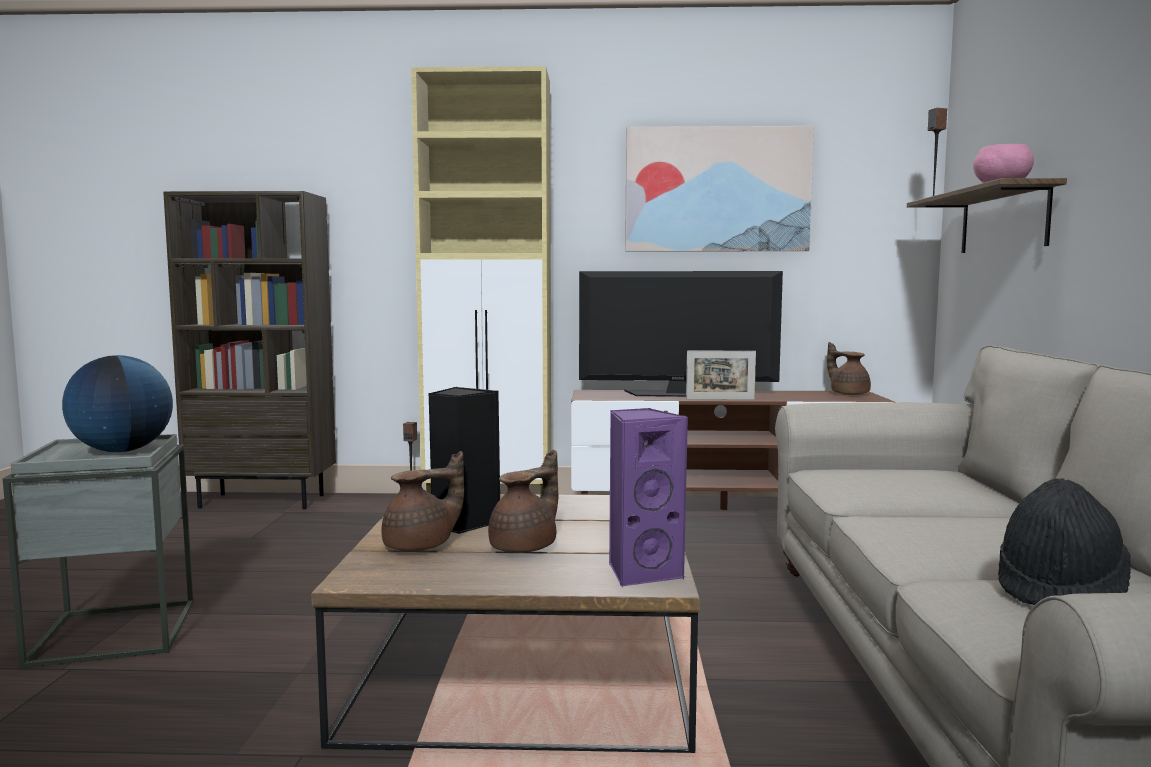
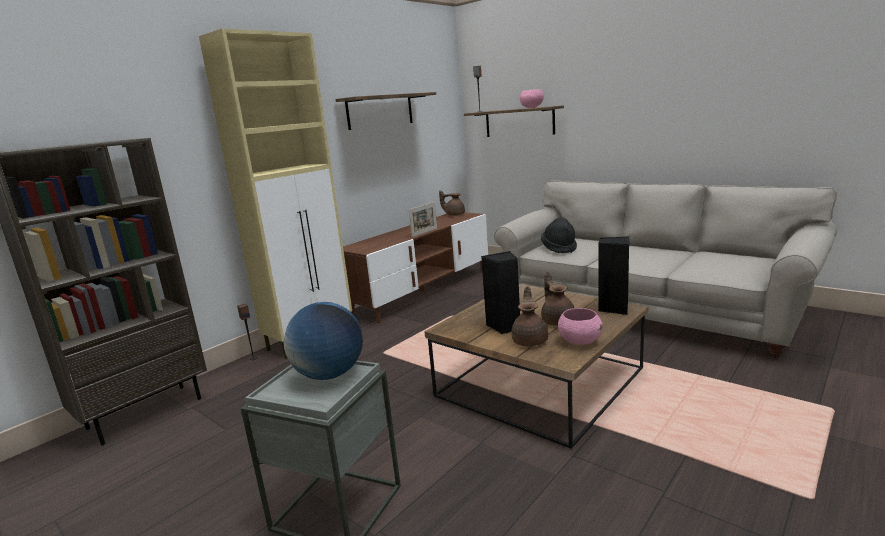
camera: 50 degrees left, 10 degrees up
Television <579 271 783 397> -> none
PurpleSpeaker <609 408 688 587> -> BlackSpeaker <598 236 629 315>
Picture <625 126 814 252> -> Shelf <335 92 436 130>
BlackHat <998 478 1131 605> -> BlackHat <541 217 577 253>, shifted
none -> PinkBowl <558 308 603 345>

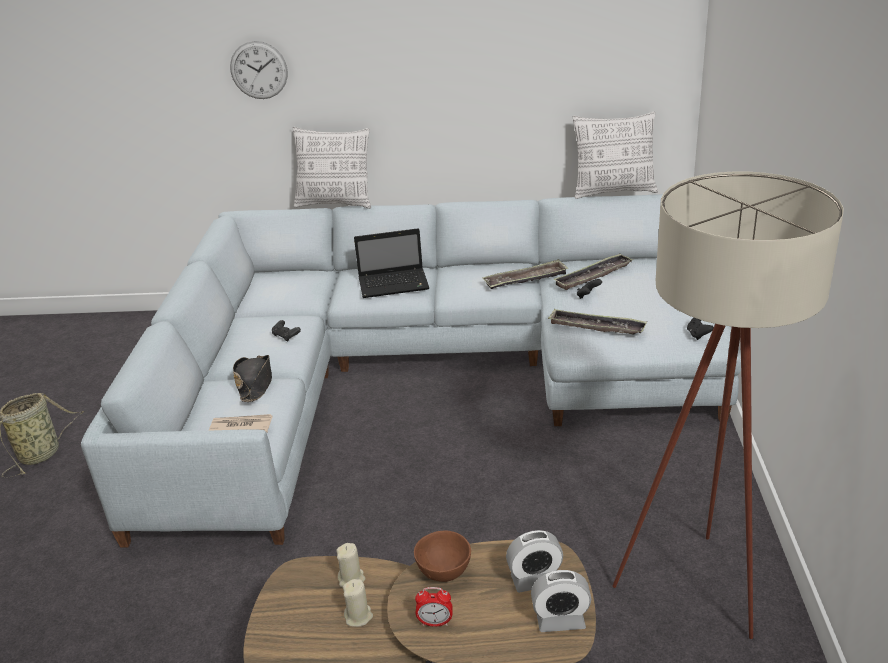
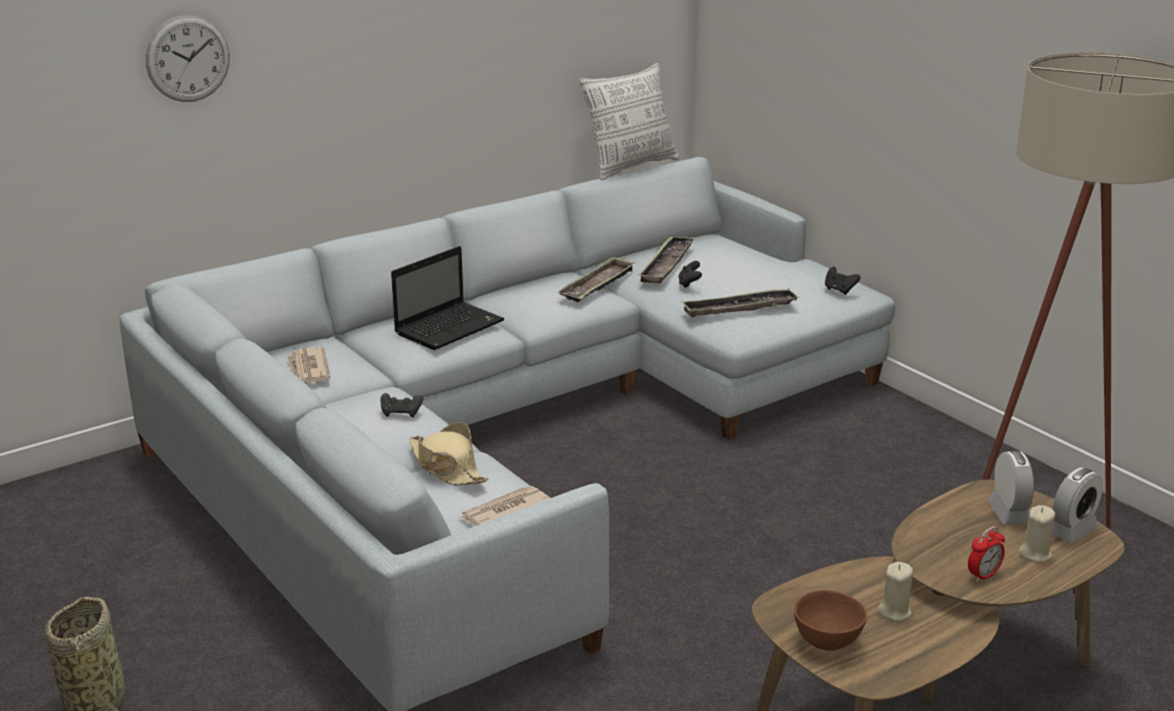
camera: 40 degrees left, 5 degrees down
BlackHat <233 355 272 402> -> BeigeHat <409 422 488 486>
Pillow <292 127 371 209> -> none
BeigeCandle <337 543 365 588> -> BeigeCandle <1019 505 1055 563>, shifted
BrownBowl <414 530 471 582> -> BrownBowl <794 590 867 651>, shifted
AlarmClock <506 530 563 593> -> AlarmClock <988 451 1034 524>, 45 degrees counterclockwise
none -> Newspaper <286 347 331 384>

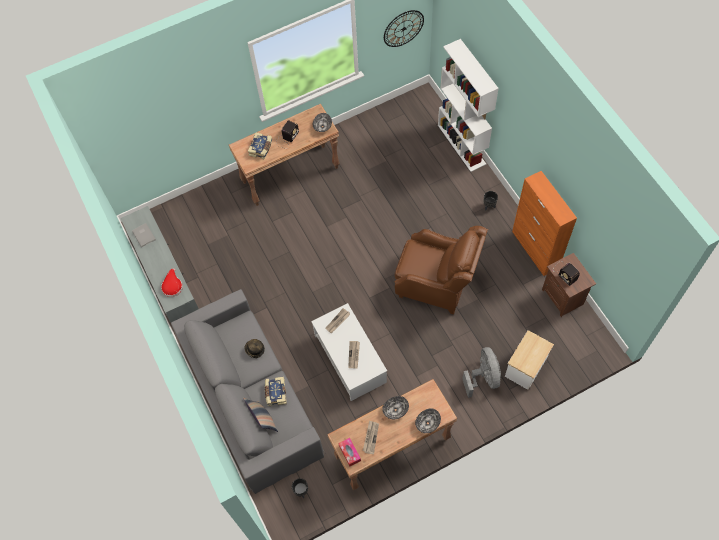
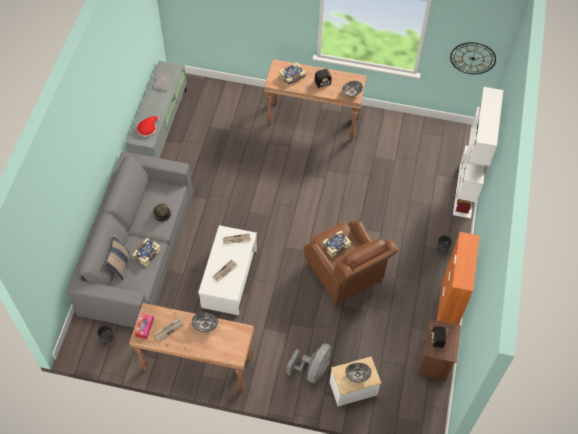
camera: 35 degrees right, 5 degrees down
Bowl <415 408 441 433> -> Bowl <345 363 371 383>, shifted
none -> Book <322 231 351 258>

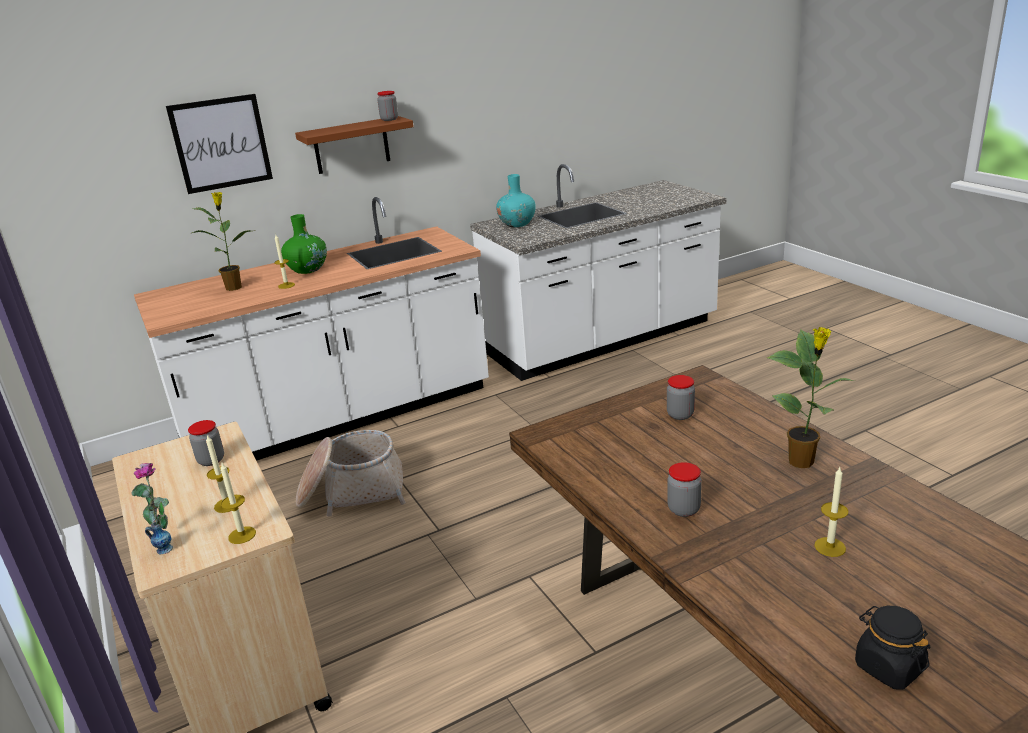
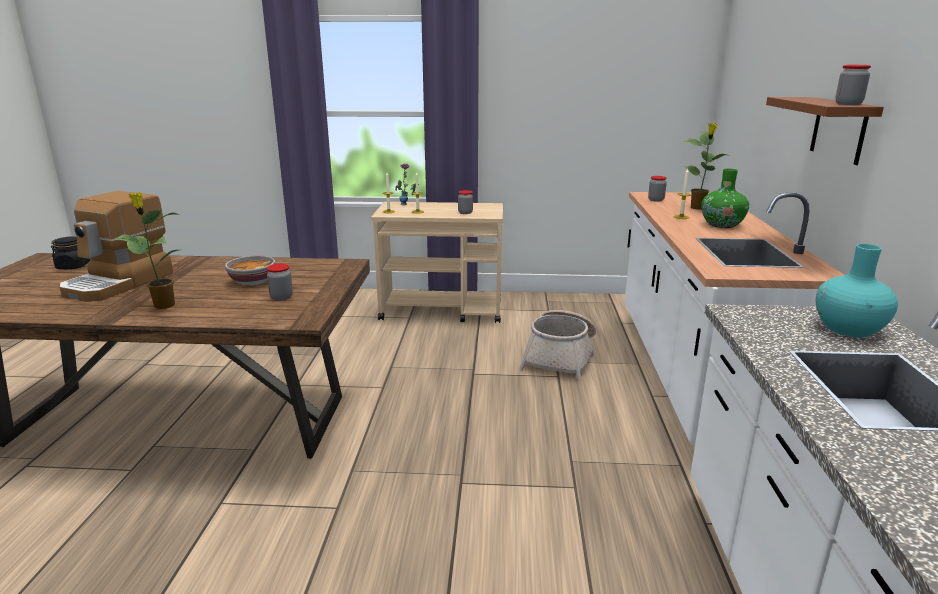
camera: 120 degrees right, 5 degrees down
Picture <166 94 273 194> -> none
Jar <667 462 702 517> -> Jar <648 176 667 202>, shifted
Candle <814 467 848 557> -> CoffeeMachine <59 191 173 302>
none -> Bowl <225 255 275 286>

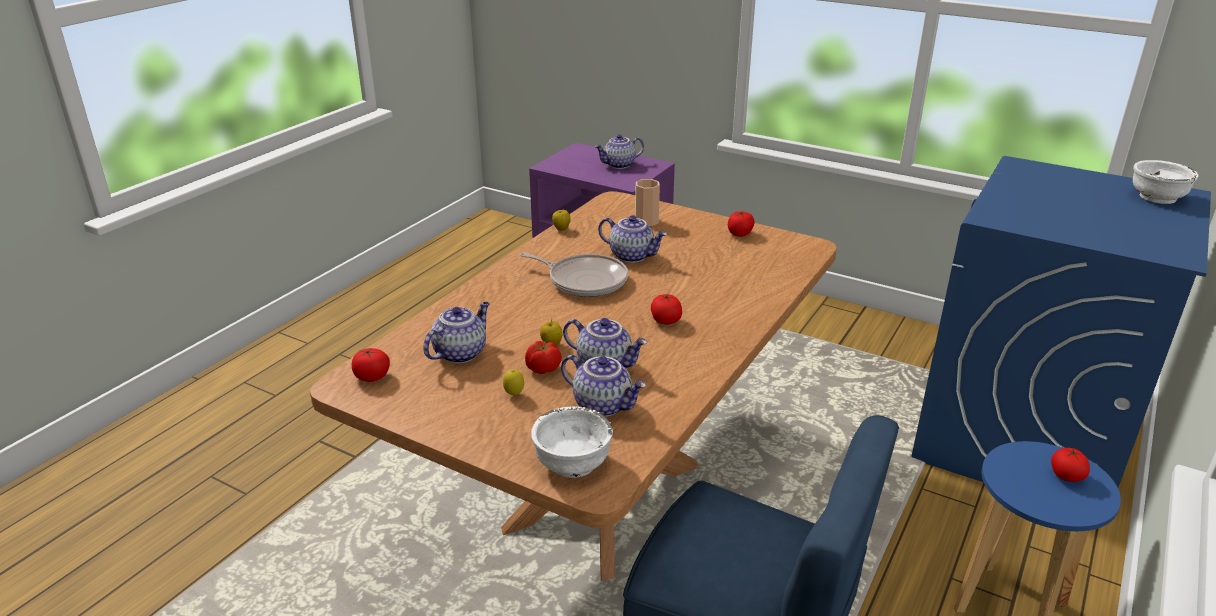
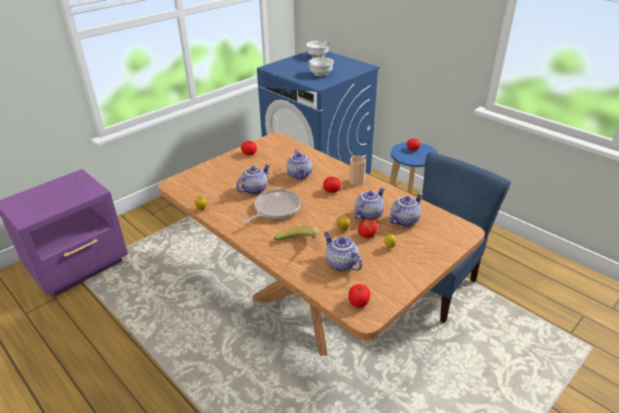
camera: 75 degrees left, 5 degrees up
WhiteBowl <531 407 613 478> -> WhiteBowl <309 57 334 76>, shifted
Teapot <594 134 644 169> -> Teapot <286 149 312 179>, shifted
Cup <635 179 660 226> -> Cup <349 155 366 186>, shifted
none -> Banana <274 226 319 240>

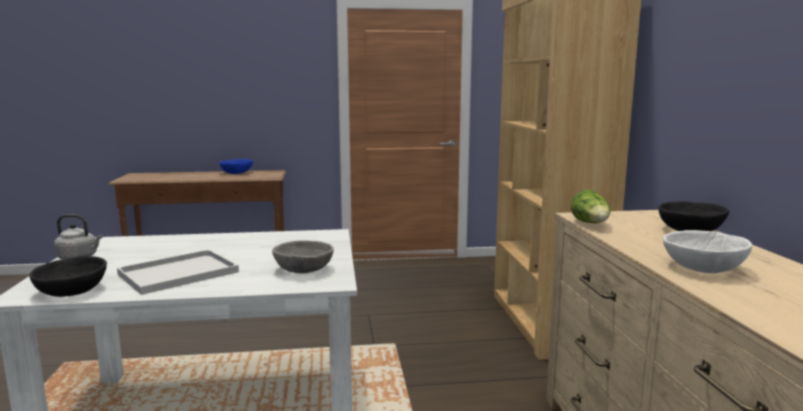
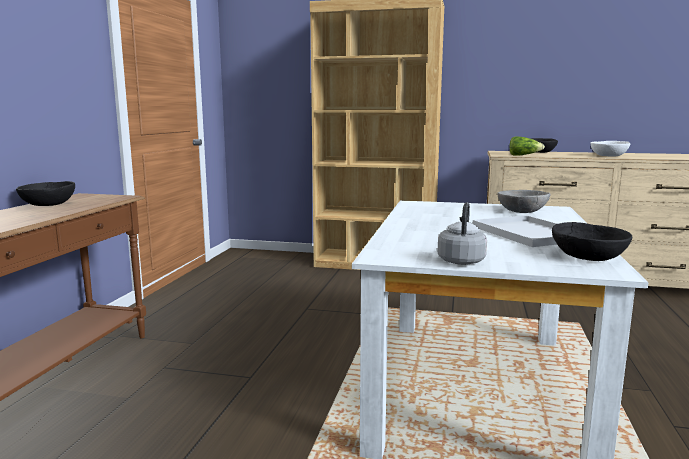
camera: 70 degrees left, 0 degrees up
BlueBowl <219 159 253 174> -> BlackBowl <16 181 75 206>

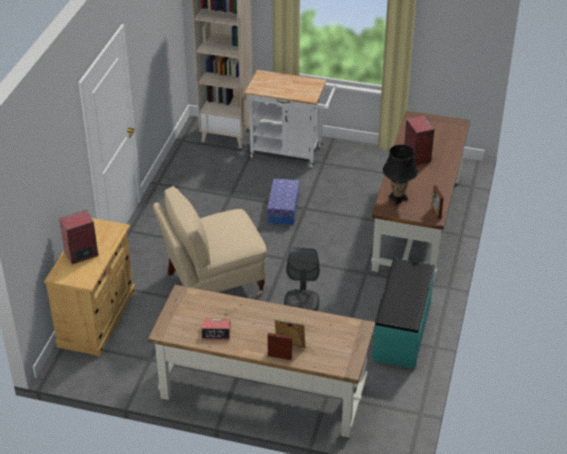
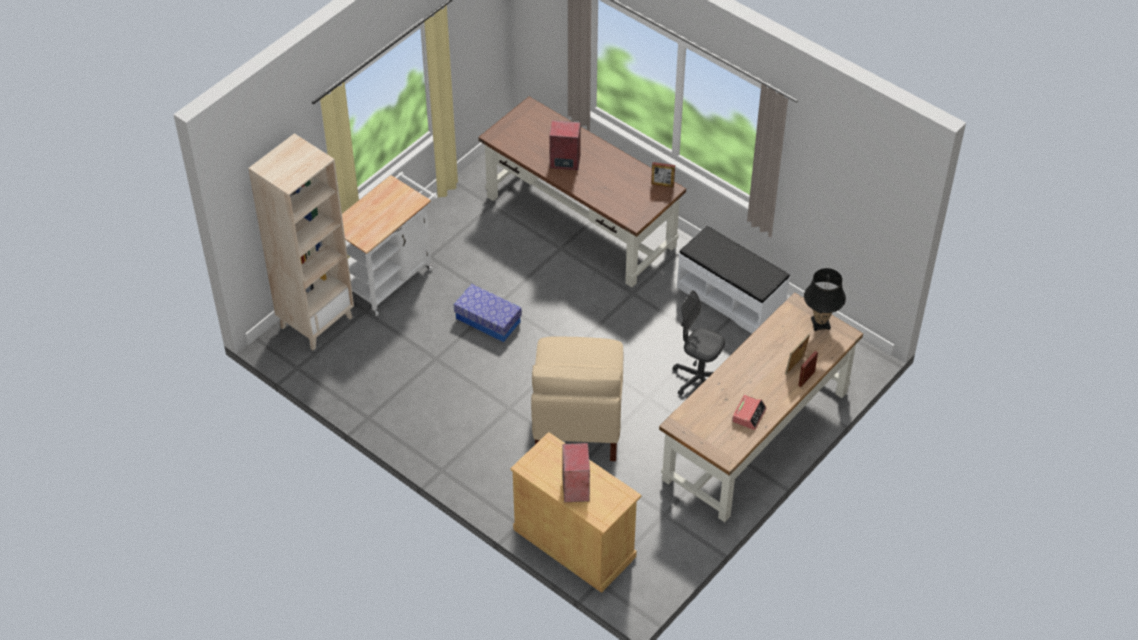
camera: 65 degrees left, 10 degrees up
TurquoiseBench <372 258 435 369> -> WhiteBench <677 226 790 334>
BlackTableLamp <383 145 418 204> -> BlackTableLamp <804 268 846 331>, shifted

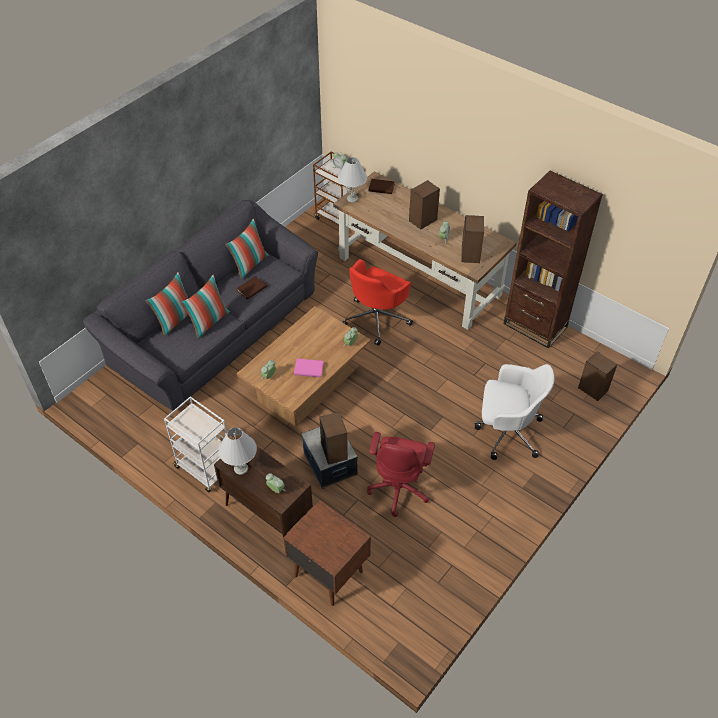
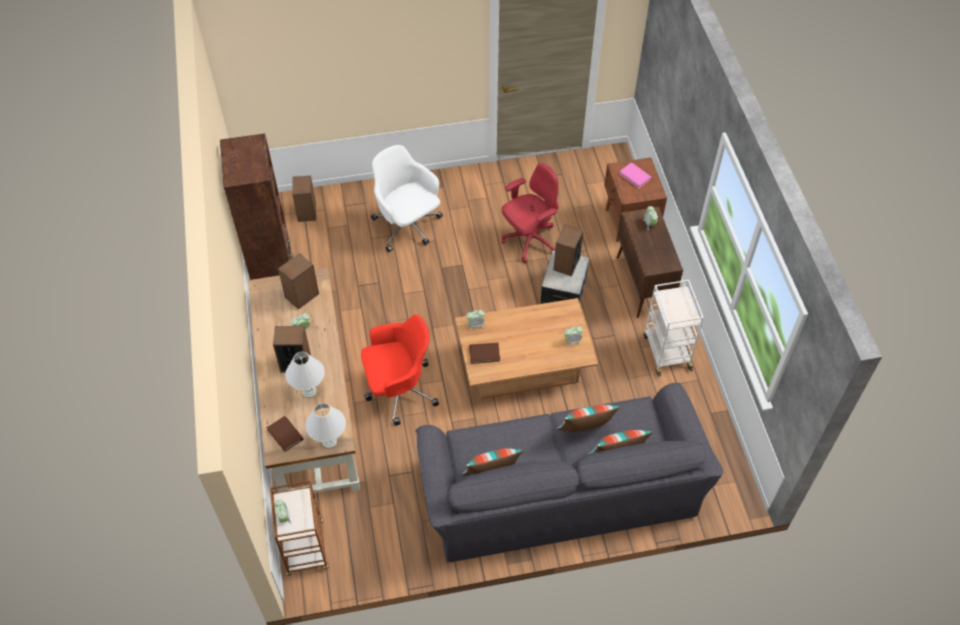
camera: 140 degrees left, 5 degrees up
WhiteTableLamp <218 427 257 475> -> WhiteTableLamp <285 352 325 398>, shifted
BrownBook <236 276 267 300> -> BrownBook <469 343 500 364>, shifted
PinkBook <294 359 324 377> -> PinkBook <619 162 651 188>, shifted

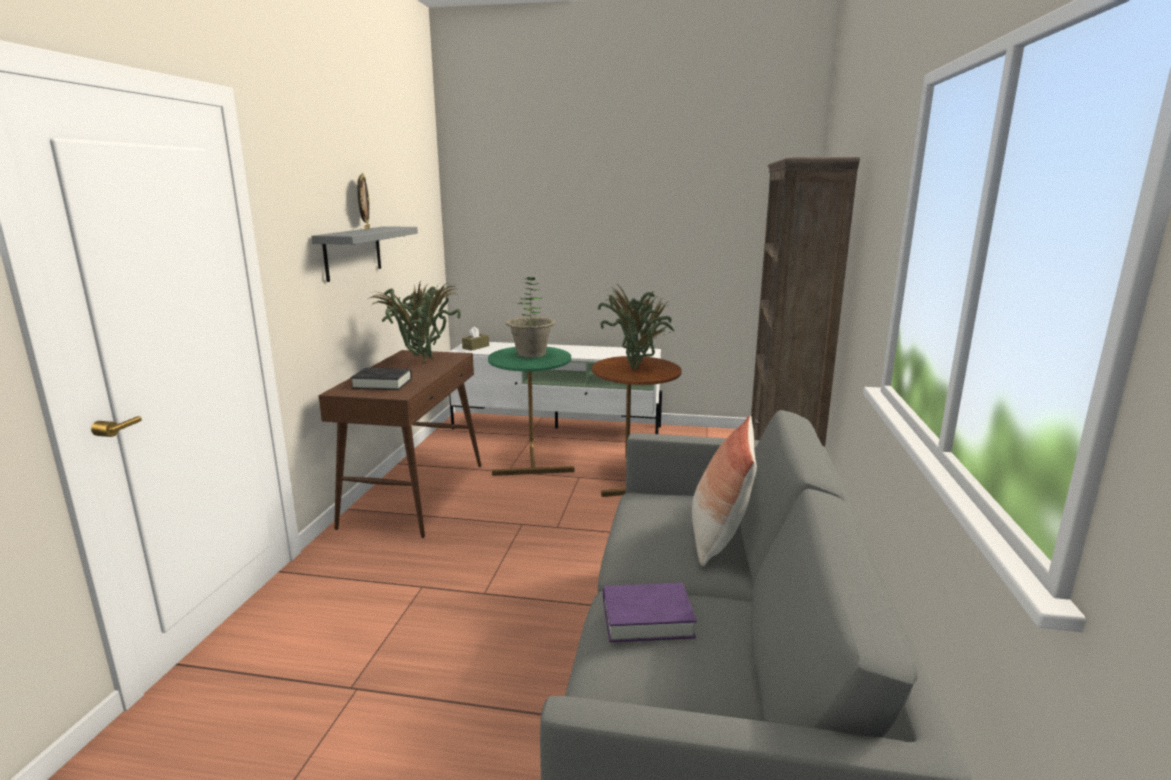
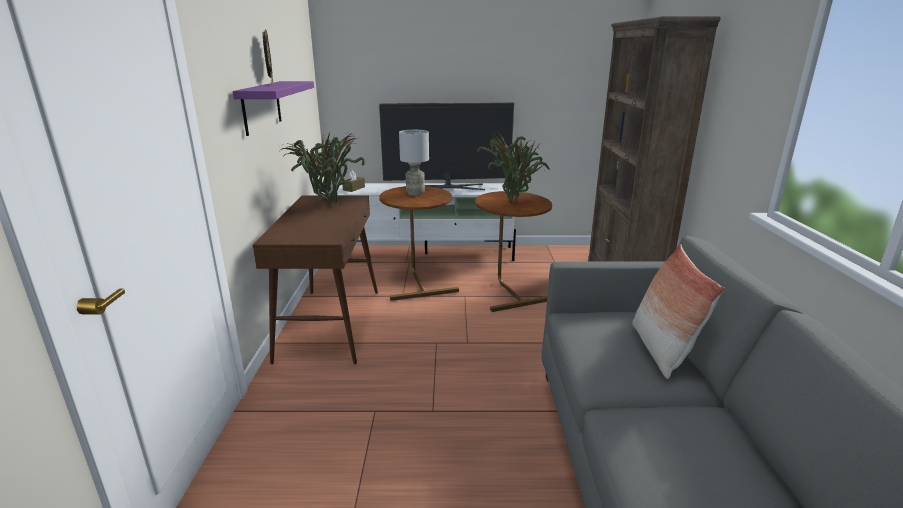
camera: 10 degrees left, 5 degrees up
GreyShelf <311 226 418 282> -> PurpleShelf <233 81 314 136>
BlackBook <350 368 412 390> -> none
GreenSideTable <488 347 574 476> -> BrownSideTable <379 186 459 301>
PottedPlant <505 277 556 358> -> GreyTableLamp <399 130 429 196>
PurpleBook <603 583 697 642> -> none
none -> Television <379 102 514 190>

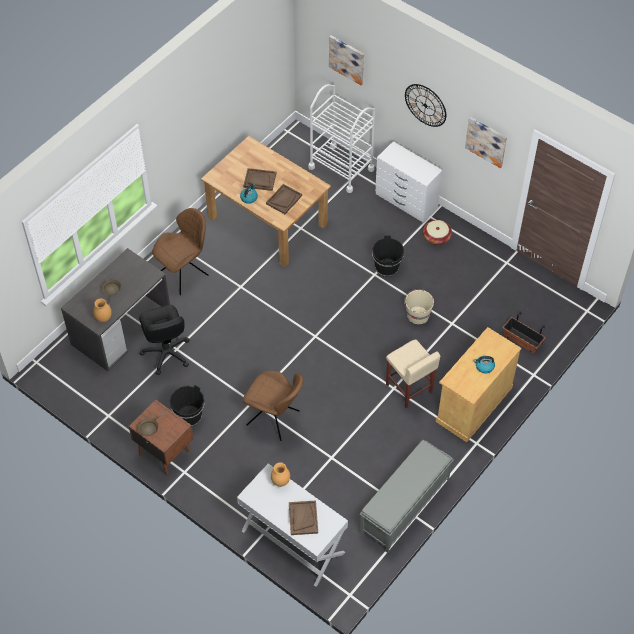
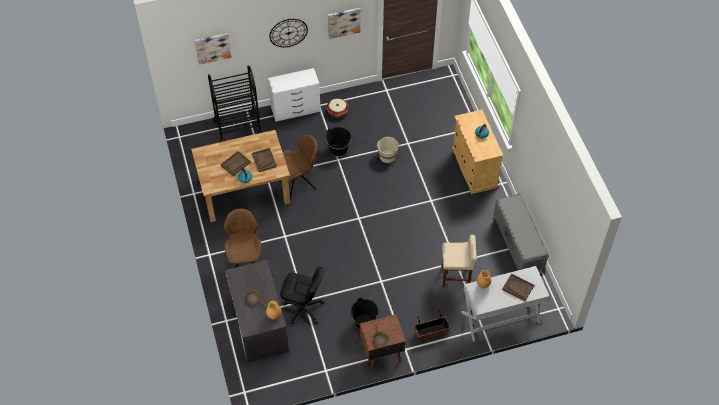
camera: 55 degrees left, 0 degrees up
BrownChair <243 371 304 441> -> BrownChair <283 135 318 199>, shifted
WhiteCart <308 84 375 193> -> BlackCart <208 66 263 142>
BeigeStool <386 340 440 408> -> BeigeStool <442 235 477 288>, shifted
Planter <502 311 546 354> -> Planter <414 311 450 340>, shifted

